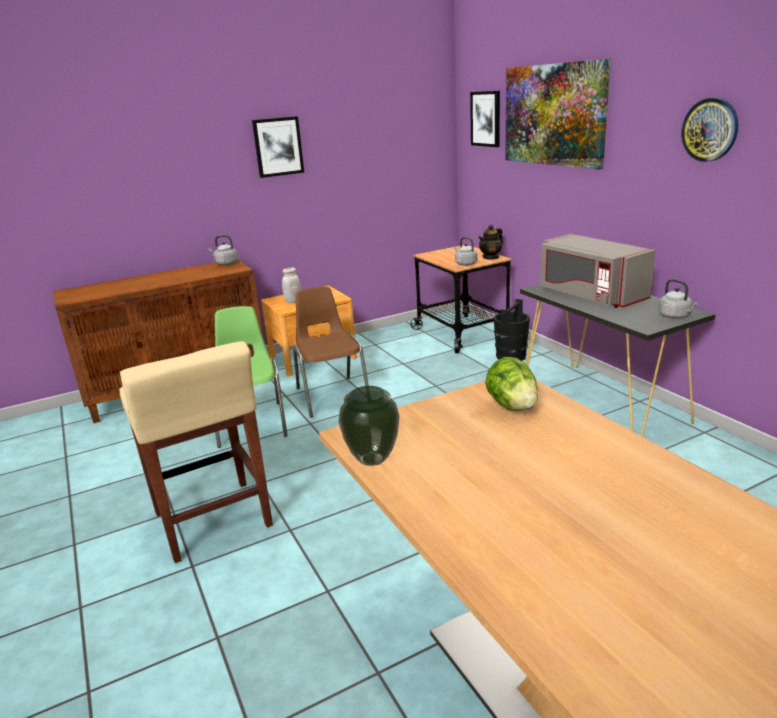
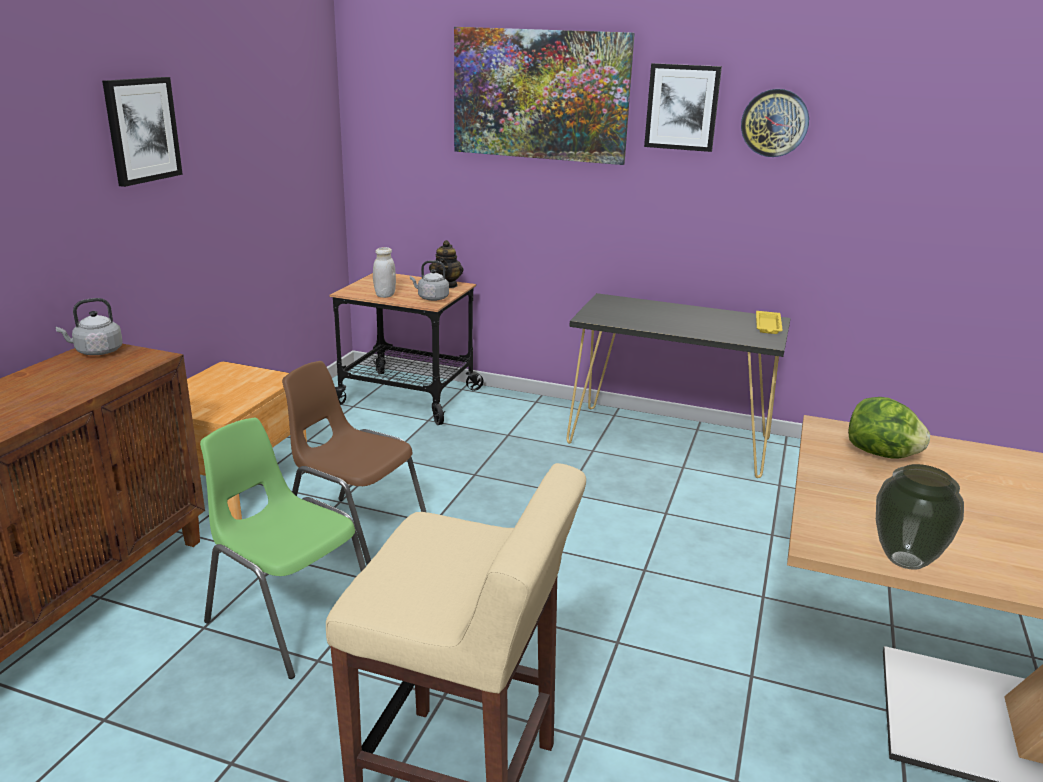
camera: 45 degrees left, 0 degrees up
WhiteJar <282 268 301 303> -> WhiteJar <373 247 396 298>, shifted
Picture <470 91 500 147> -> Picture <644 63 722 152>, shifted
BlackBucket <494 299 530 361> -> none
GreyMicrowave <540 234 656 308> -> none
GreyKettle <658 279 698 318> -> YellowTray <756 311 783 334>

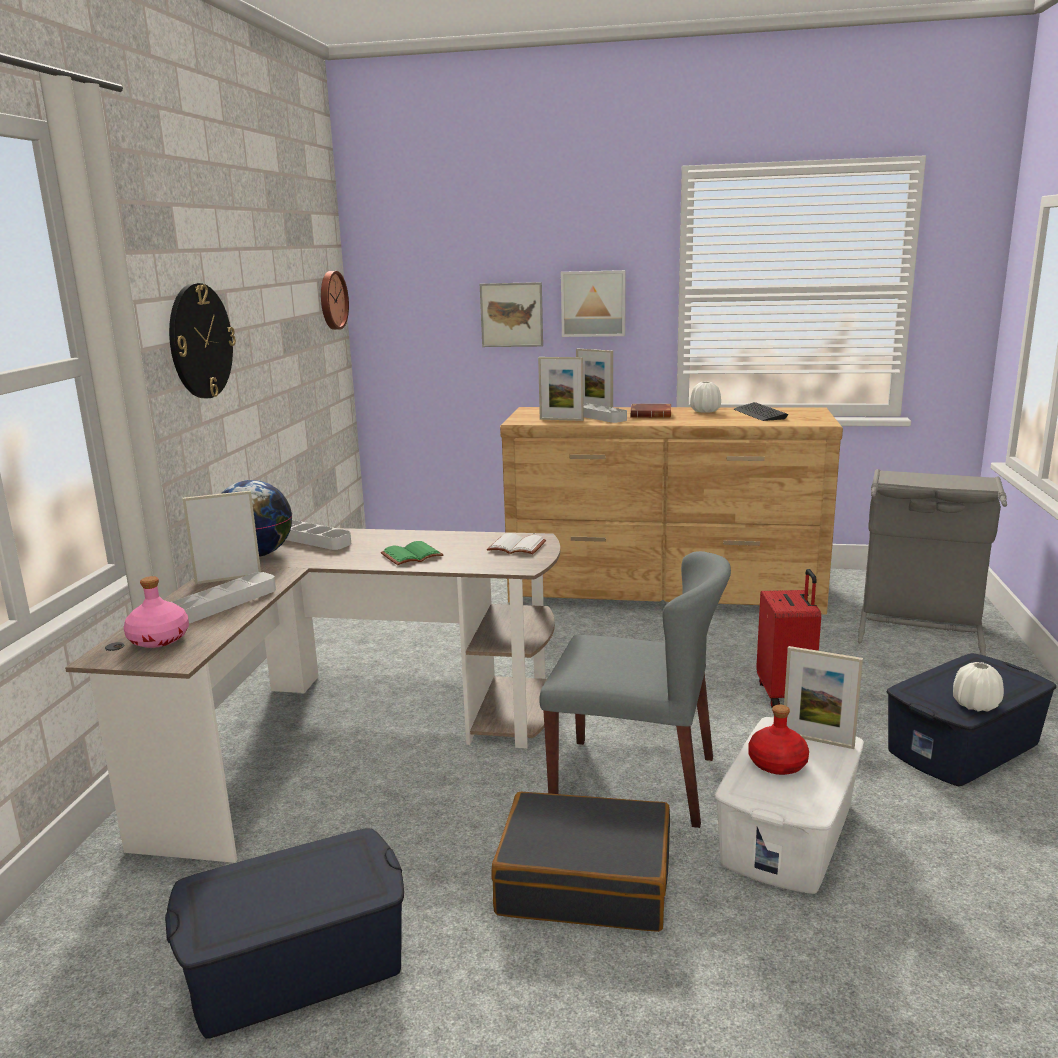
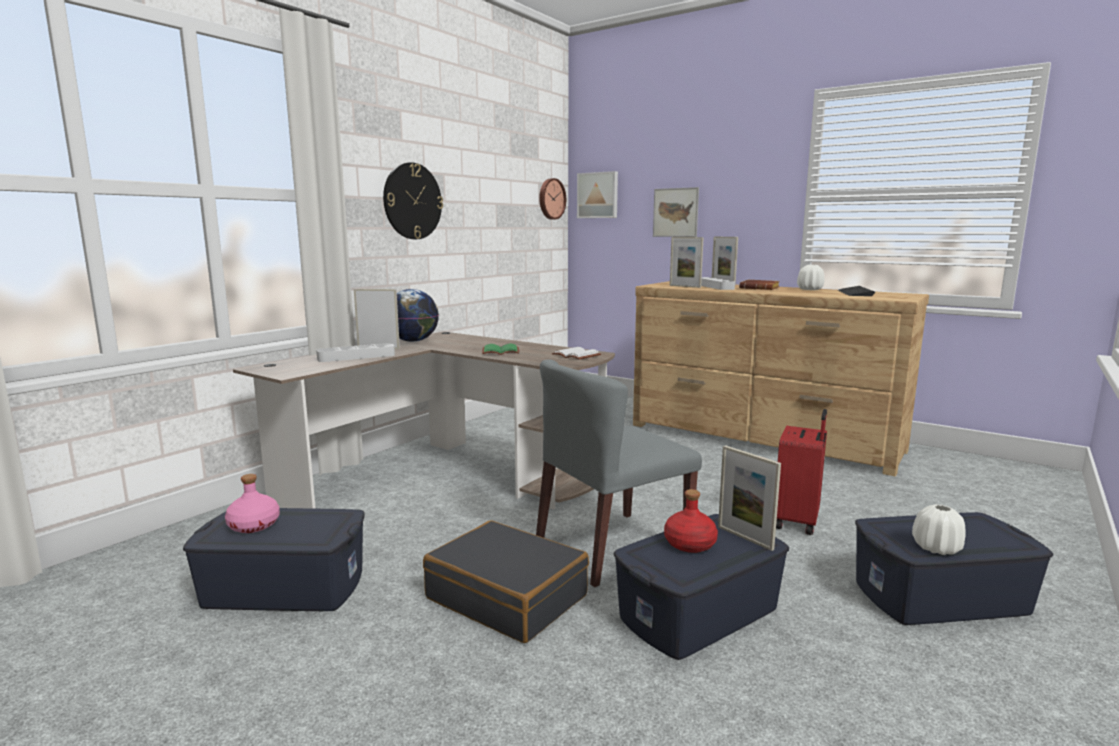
camera: 25 degrees right, 5 degrees down
PinkBottle <124 576 189 648> -> PinkBottle <225 474 280 533>, shifted
GreyTray <286 520 351 550> -> none
GreyChair <539 551 731 828> -> GreyChair <536 359 702 587>, 105 degrees clockwise
Picture <561 270 626 337> -> Picture <577 171 618 218>, shifted
WhiteStorageBox <715 717 864 894> -> BlueStorageBox <614 514 789 660>
GreyLaundryBasket <858 469 1007 656> -> none

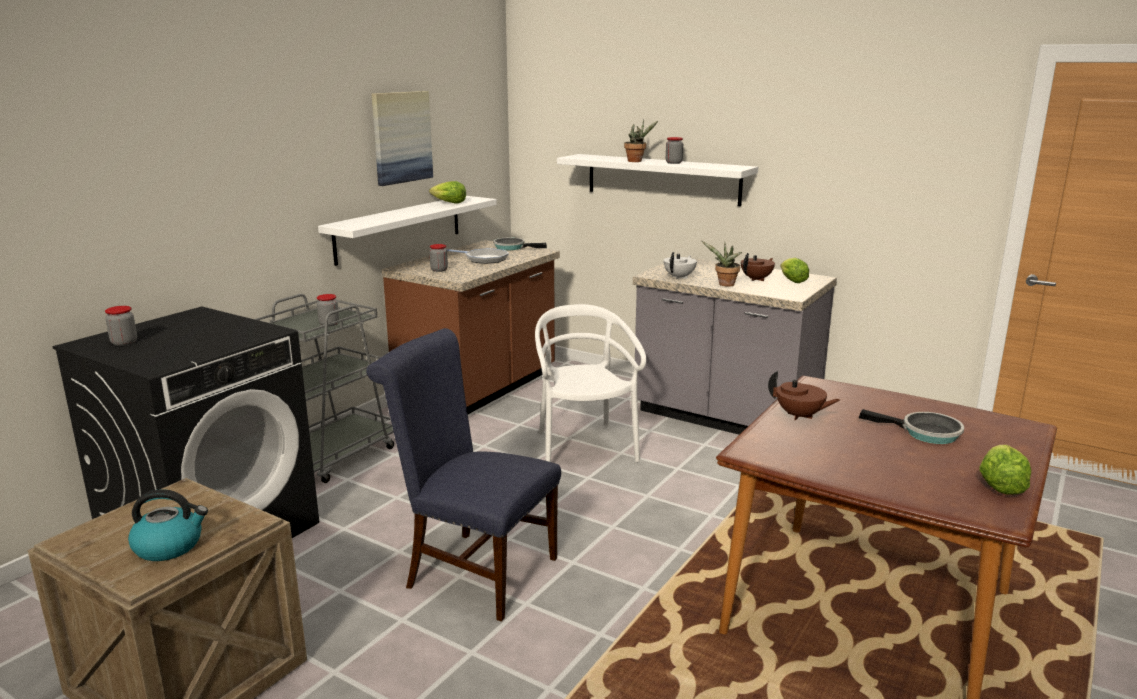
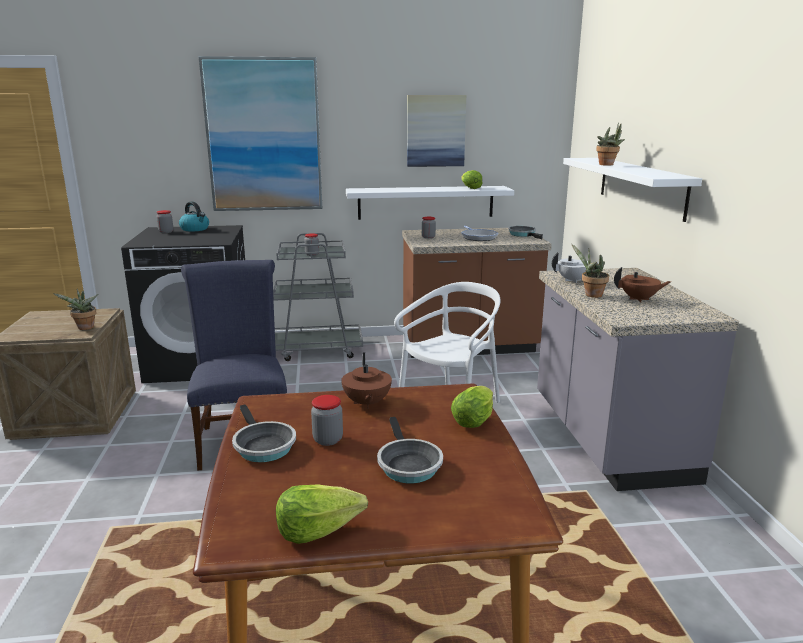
camera: 50 degrees right, 0 degrees up
Kettle <128 489 208 561> -> Kettle <179 201 209 232>, shifted
Jar <666 137 683 164> -> Jar <311 395 343 446>, shifted
Lettuce <780 258 809 283> -> Lettuce <451 386 493 428>, shifted
none -> PottedPlant <53 289 98 330>
none -> Picture <198 56 322 211>
none -> FryingPan <232 405 296 462>

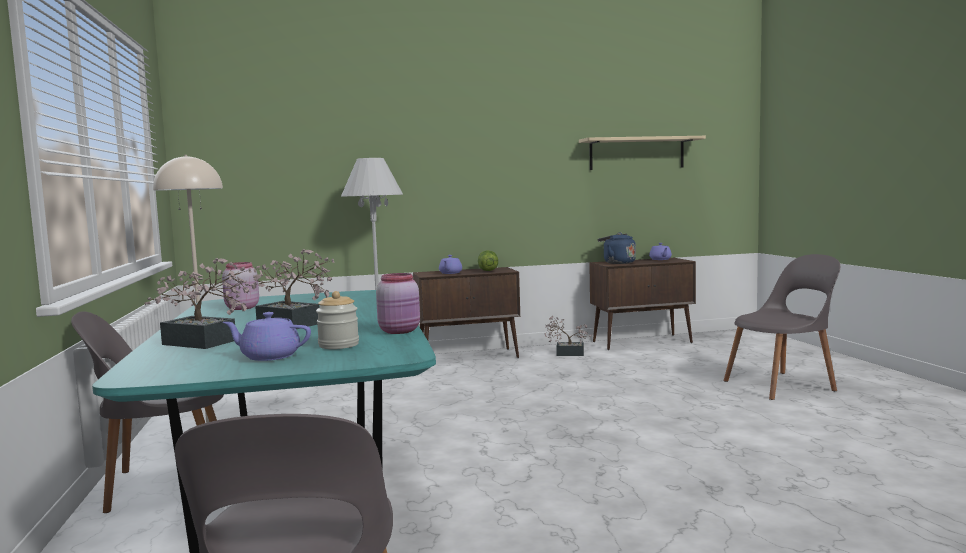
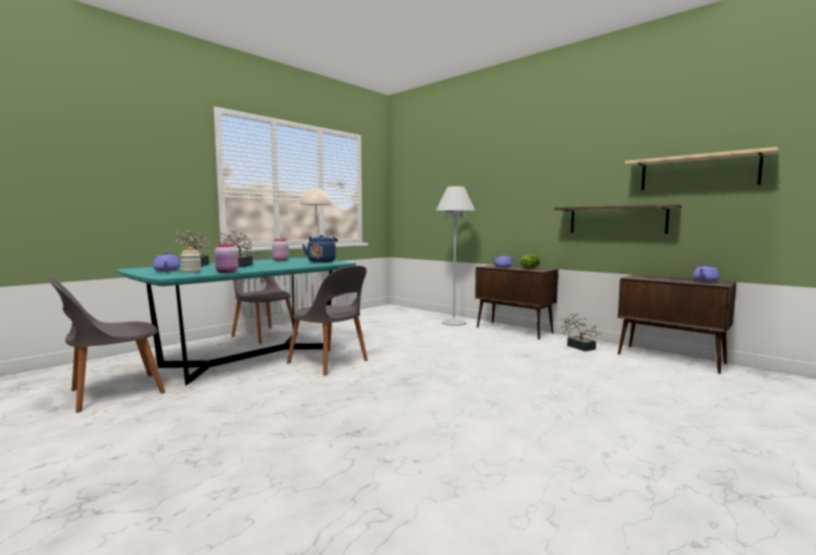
camera: 55 degrees right, 0 degrees up
BlueKettle <598 232 636 264> -> BlueKettle <302 235 338 263>, shifted
GreyChair <724 254 840 400> -> GreyChair <287 266 368 375>, shifted
none -> Shelf <554 204 682 234>

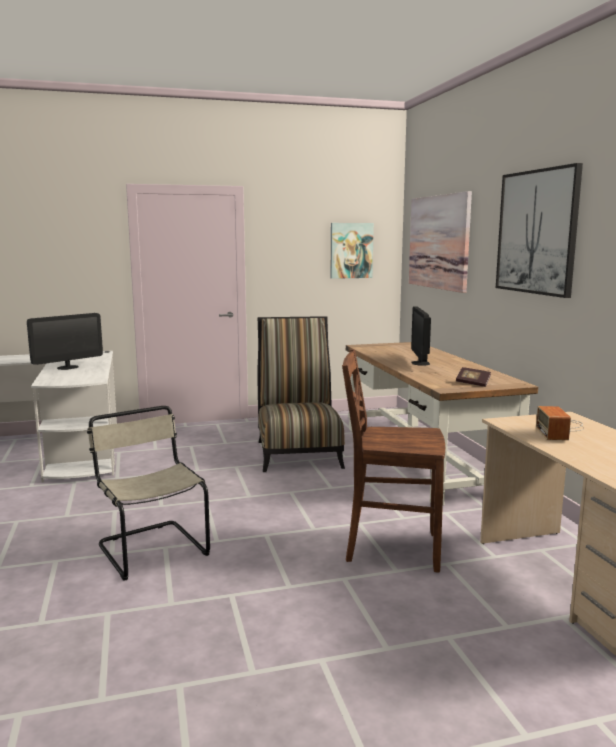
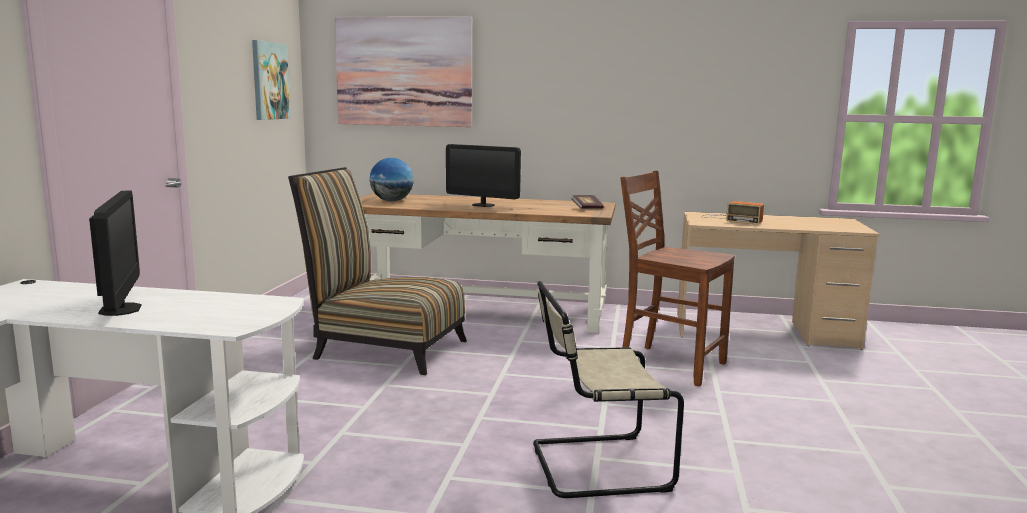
camera: 65 degrees left, 0 degrees up
BrownChair <342 349 445 572> -> BrownChair <620 171 735 386>, 90 degrees clockwise
Picture <496 163 583 298> -> none
none -> Globe <370 158 413 202>

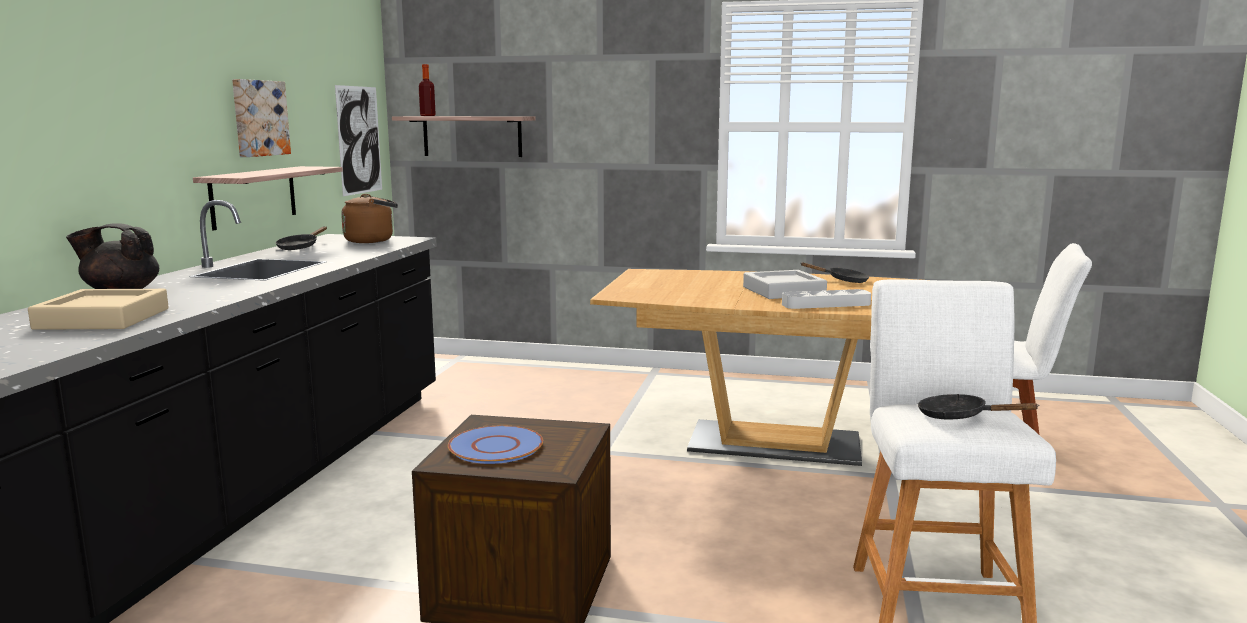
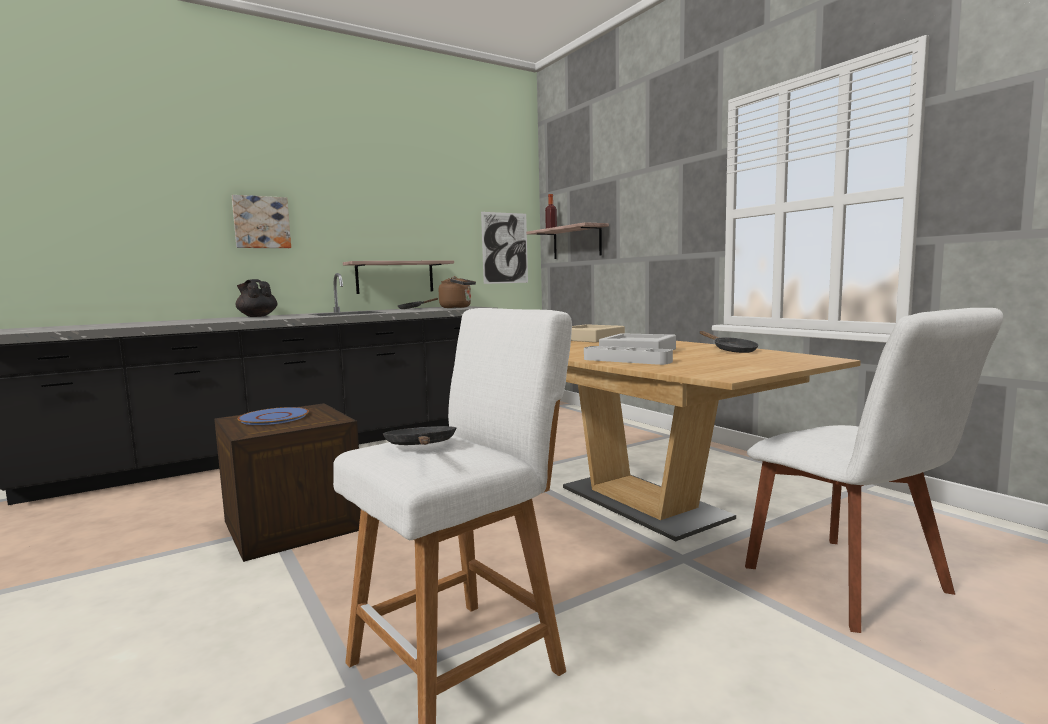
camera: 45 degrees right, 5 degrees down
BeigeTray <28 289 169 330> -> BeigeTray <571 324 625 343>, shifted
Picture <232 79 291 157> -> Picture <232 195 291 248>, shifted

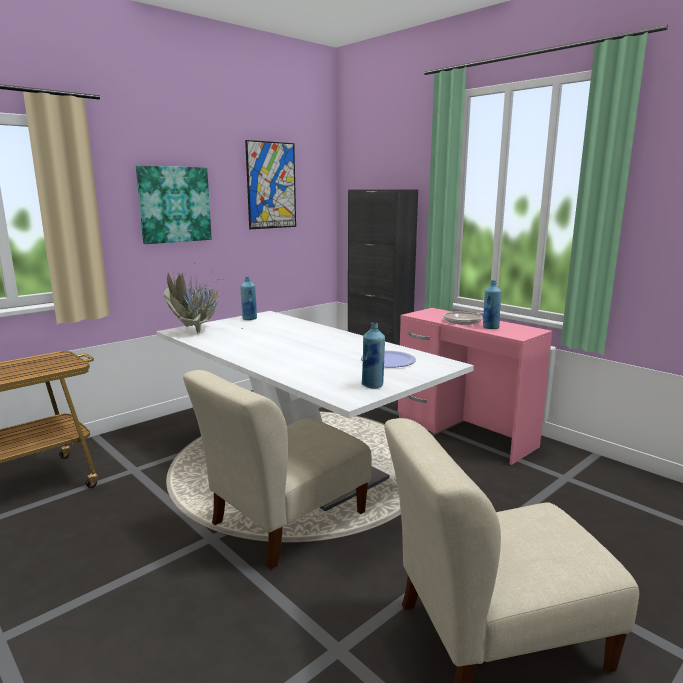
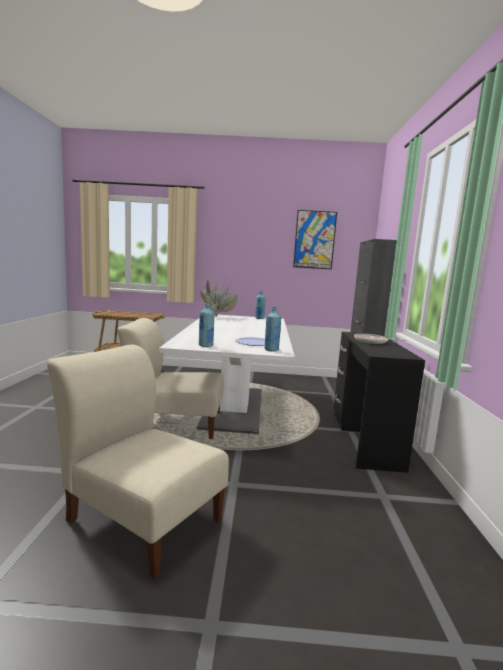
camera: 45 degrees right, 5 degrees down
Picture <136 165 212 244> -> none
PinkDesk <398 308 552 465> -> BlackDesk <334 332 425 473>
BlueBottle <483 280 501 329> -> BlueBottle <265 307 281 351>, shifted

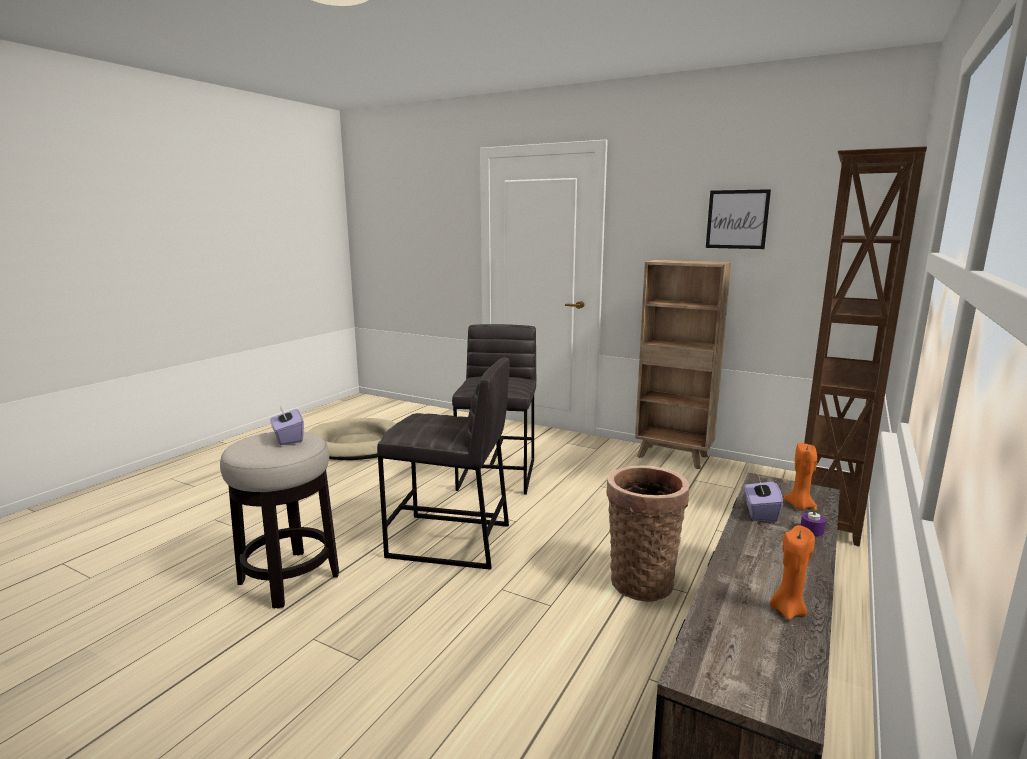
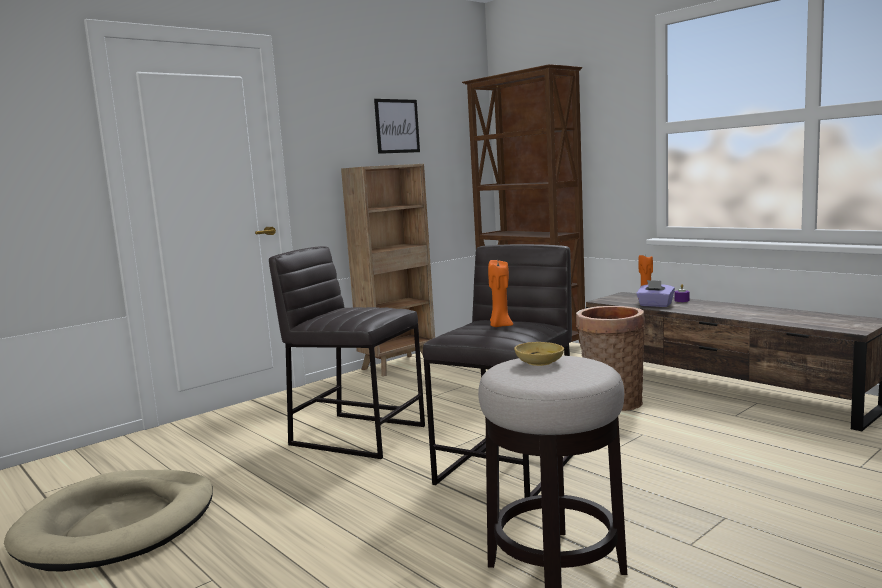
camera: 70 degrees left, 5 degrees down
PurpleTissueBox <270 406 304 445> -> BeigeBowl <514 342 564 366>
OrangeCandle <770 525 815 620> -> OrangeCandle <488 260 513 327>, shifted

